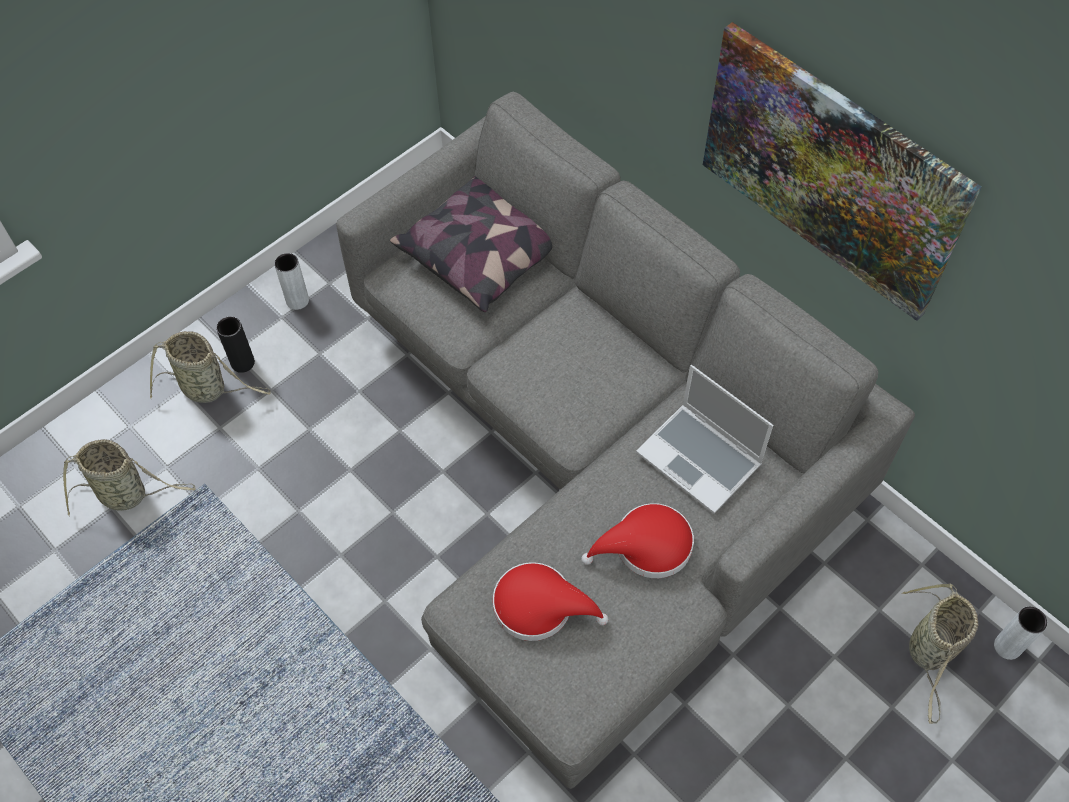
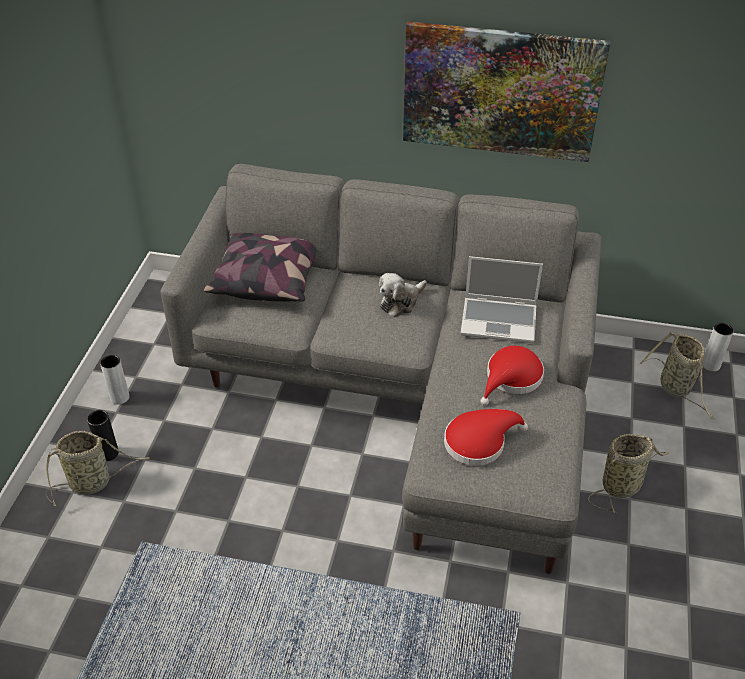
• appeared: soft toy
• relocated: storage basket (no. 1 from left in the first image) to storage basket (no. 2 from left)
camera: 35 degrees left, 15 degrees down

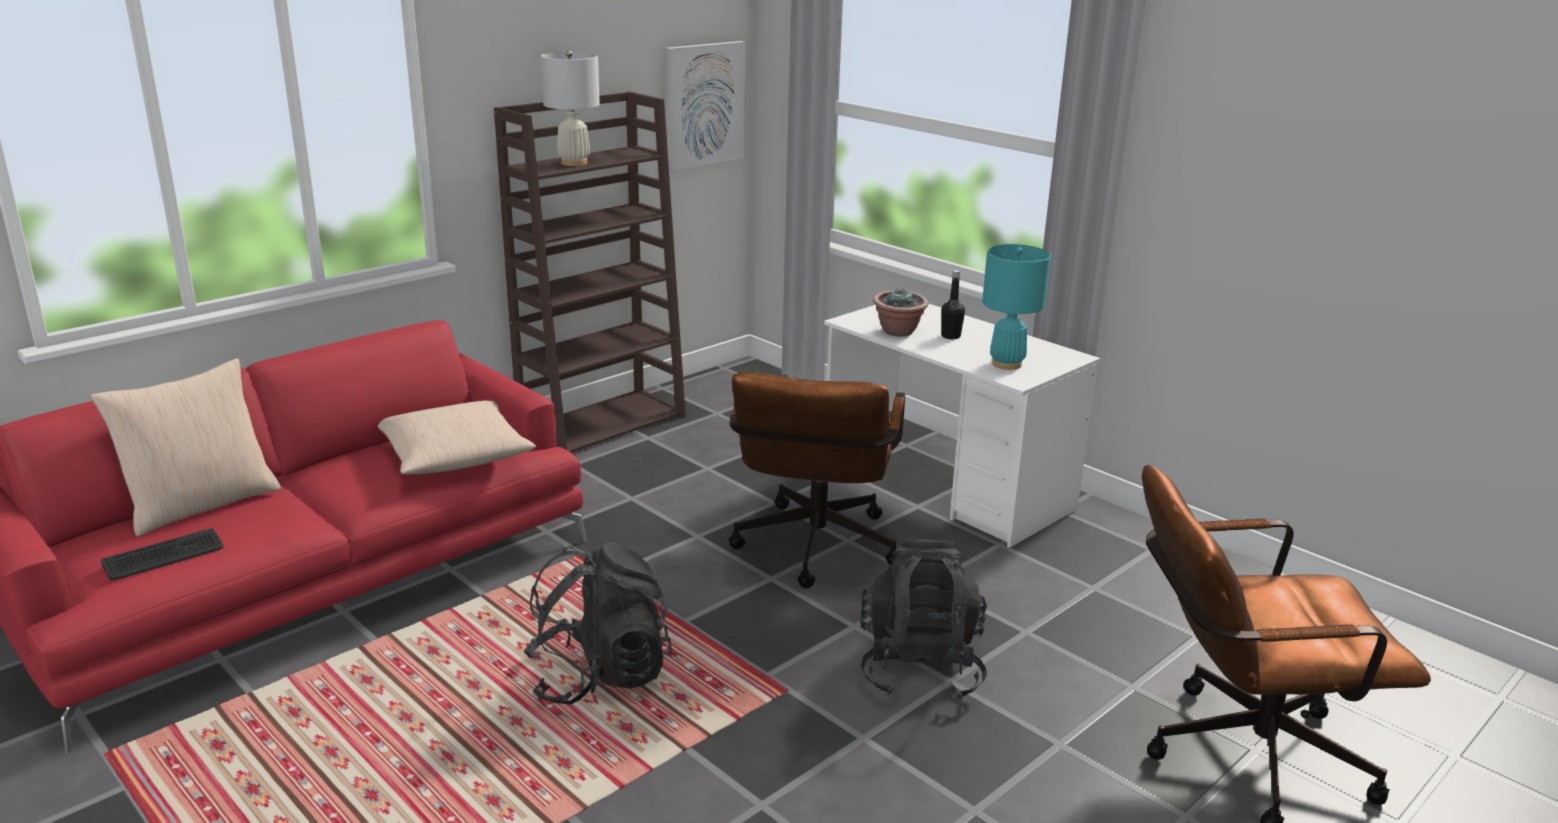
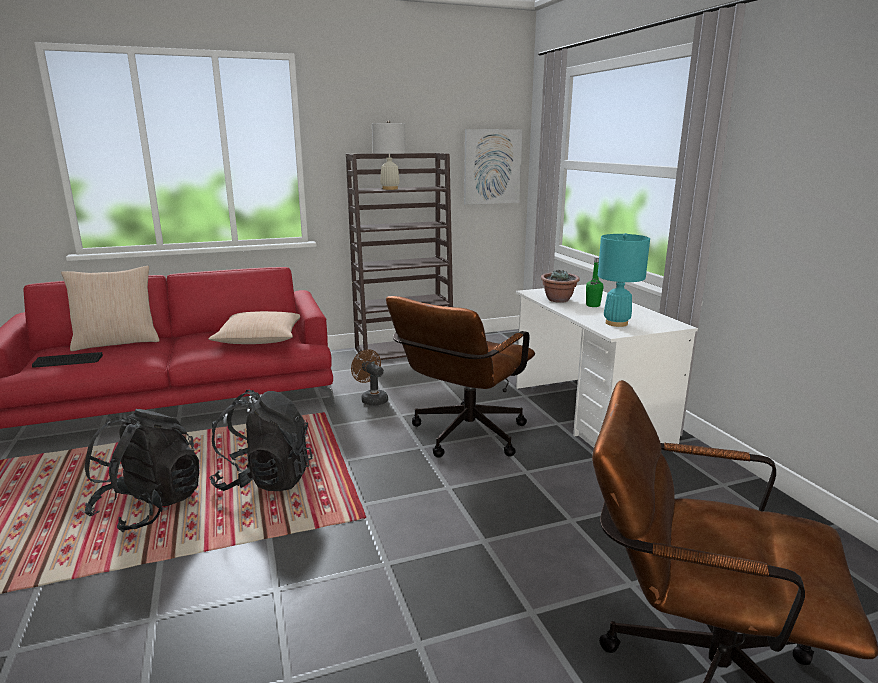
• relocated: backpack/black (no. 2 from left in the first image) to backpack/black (no. 1 from left)
• appeared: fan/brown
• colour: beverage bottle/black to beverage bottle/green
camera: 25 degrees right, 5 degrees down

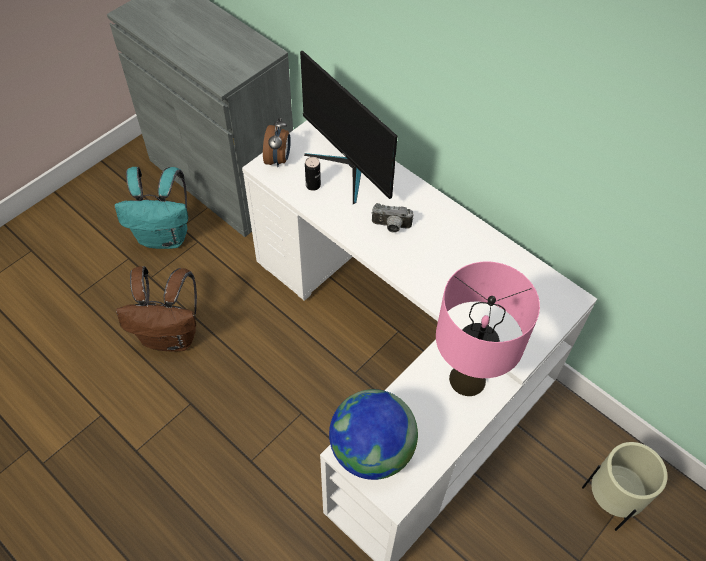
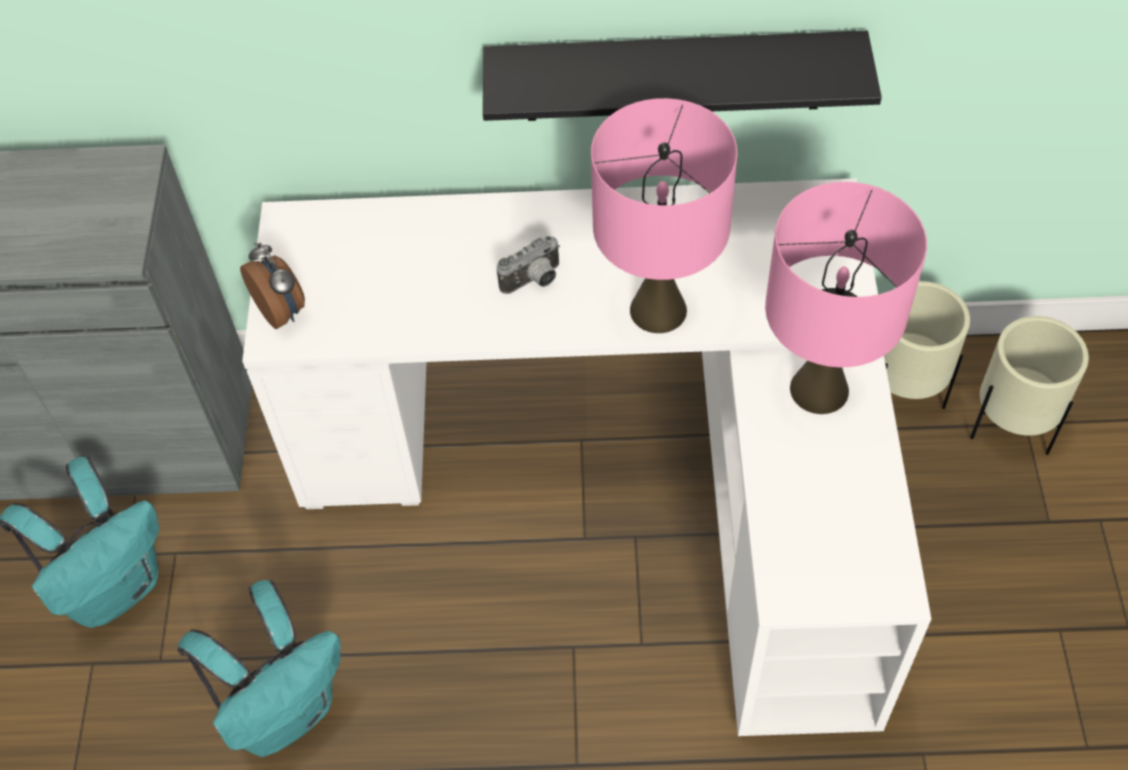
• colour: backpack/brown to backpack/turquoise-coloured (no. 2 from left)
• appeared: wall shelf/black
• appeared: tabletop lamp/pinkish (no. 1 from left)
• appeared: planter/beige-coloured (no. 1 from left)
• missing: computer screen
• missing: can
• missing: world globe
camera: 40 degrees left, 0 degrees up

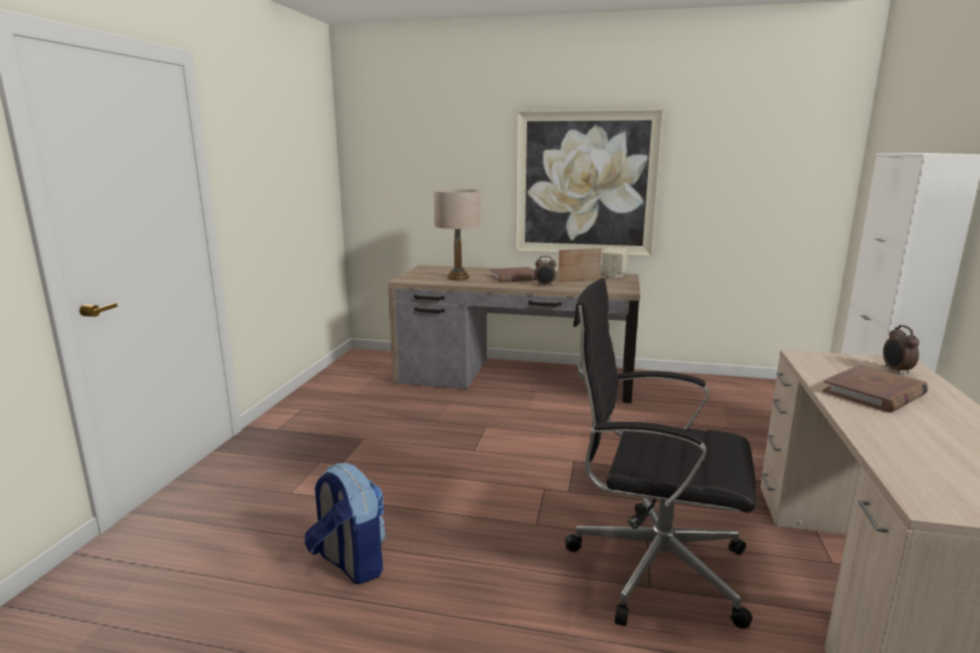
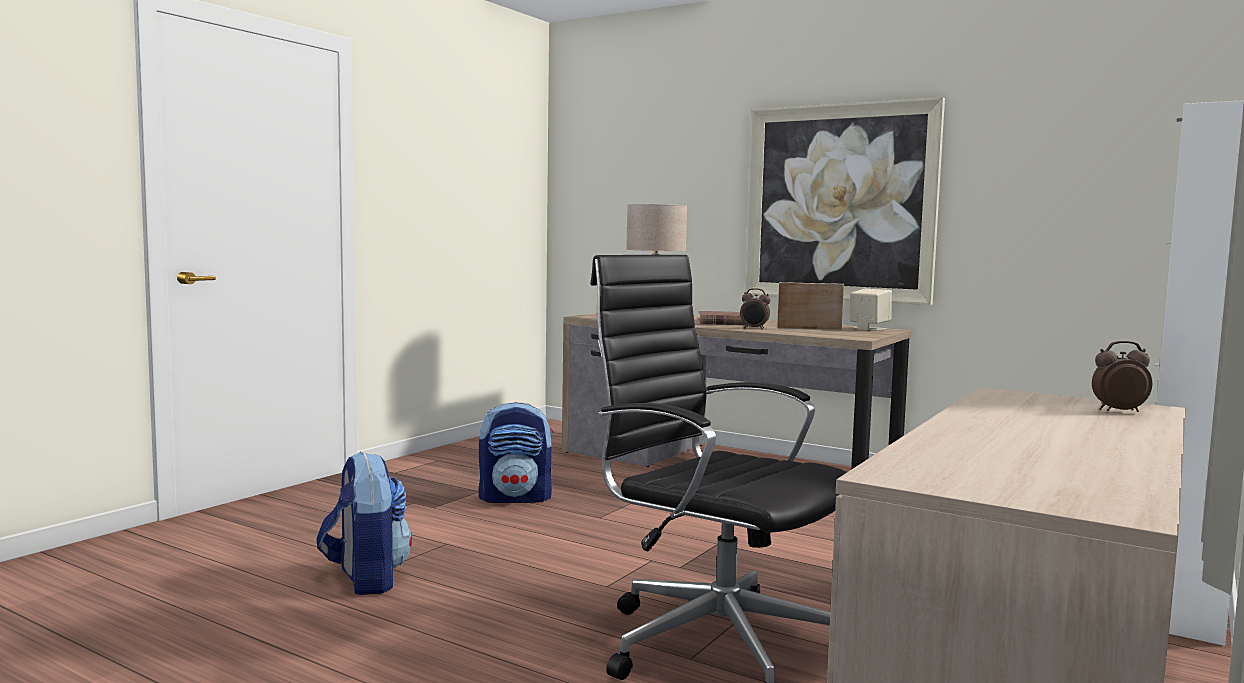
• appeared: backpack (no. 2 from left)
• spun: alarm clock (no. 2 from left) 75 degrees clockwise
• missing: bound book/brown (no. 2 from left)
camera: 20 degrees right, 10 degrees down

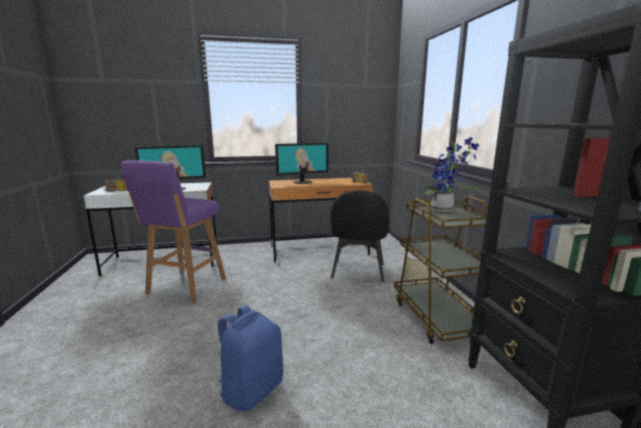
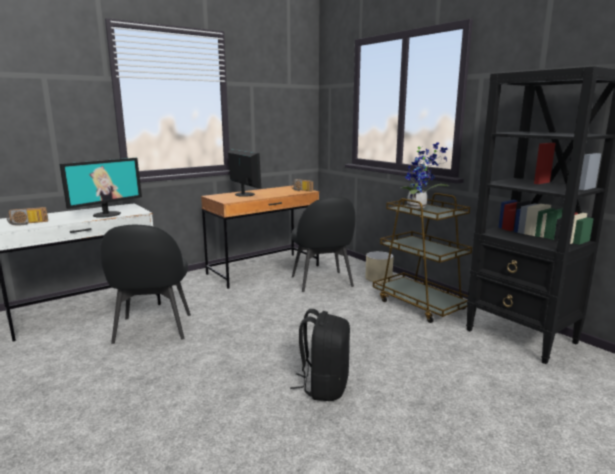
• exchanged: stool seat/purple to upright chair/black (no. 1 from left)
• spun: computer screen (no. 2 from left) 75 degrees counterclockwise
• colour: backpack/bluish to backpack/black
camera: 25 degrees left, 0 degrees up

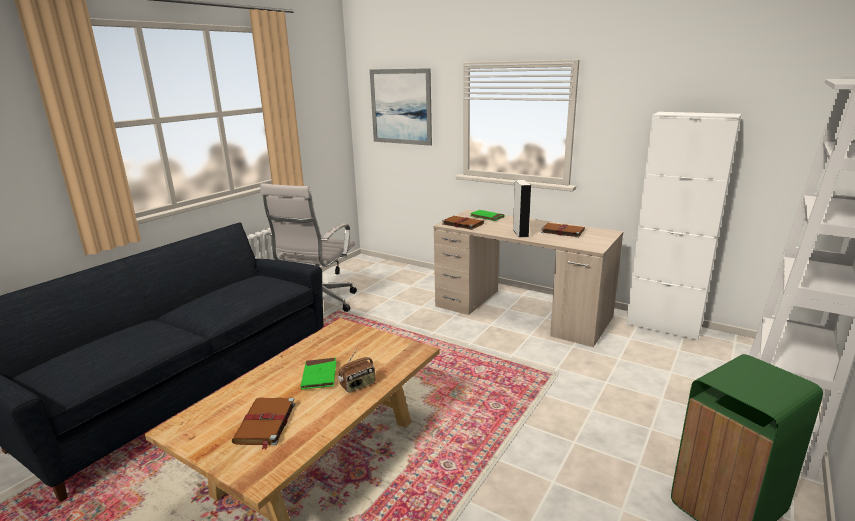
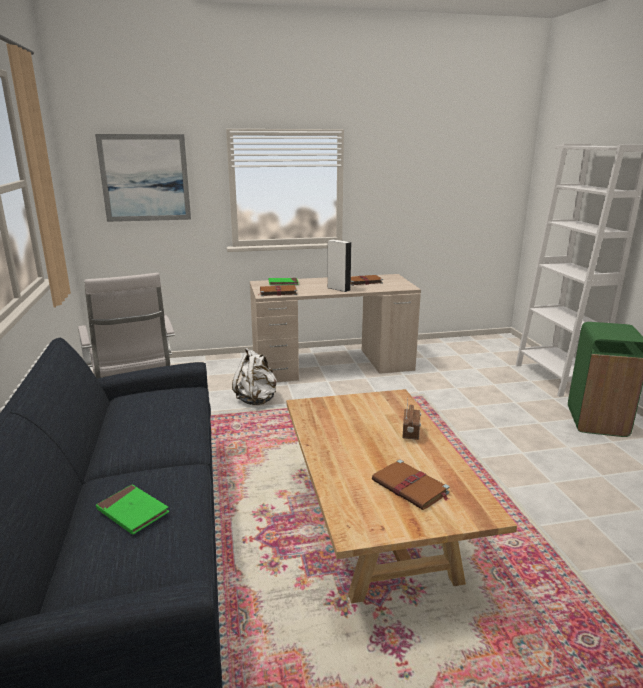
• relocated: bound book/green (no. 1 from left)
• appeared: backpack/whitish
• missing: storage cabinet/whitish
camera: 45 degrees left, 0 degrees up

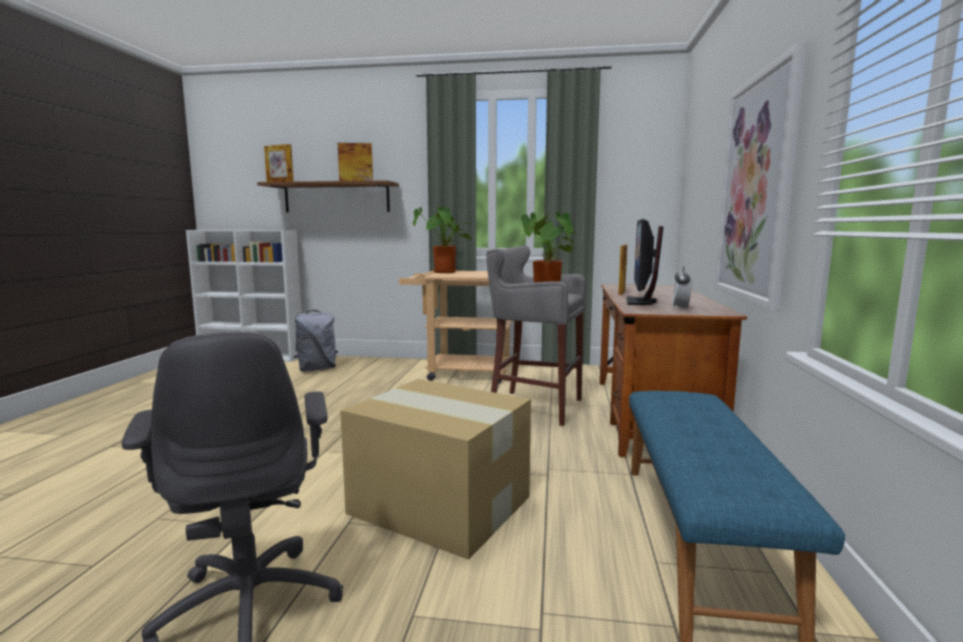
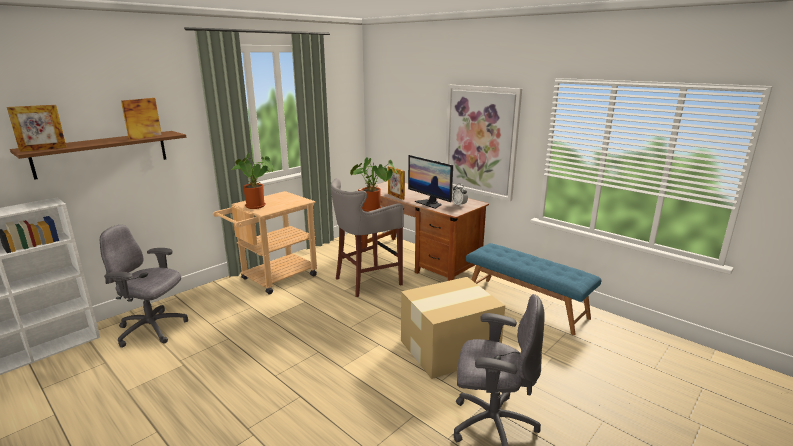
• exchanged: backpack/gray to computer chair/gray (no. 1 from left)
camera: 55 degrees left, 10 degrees up

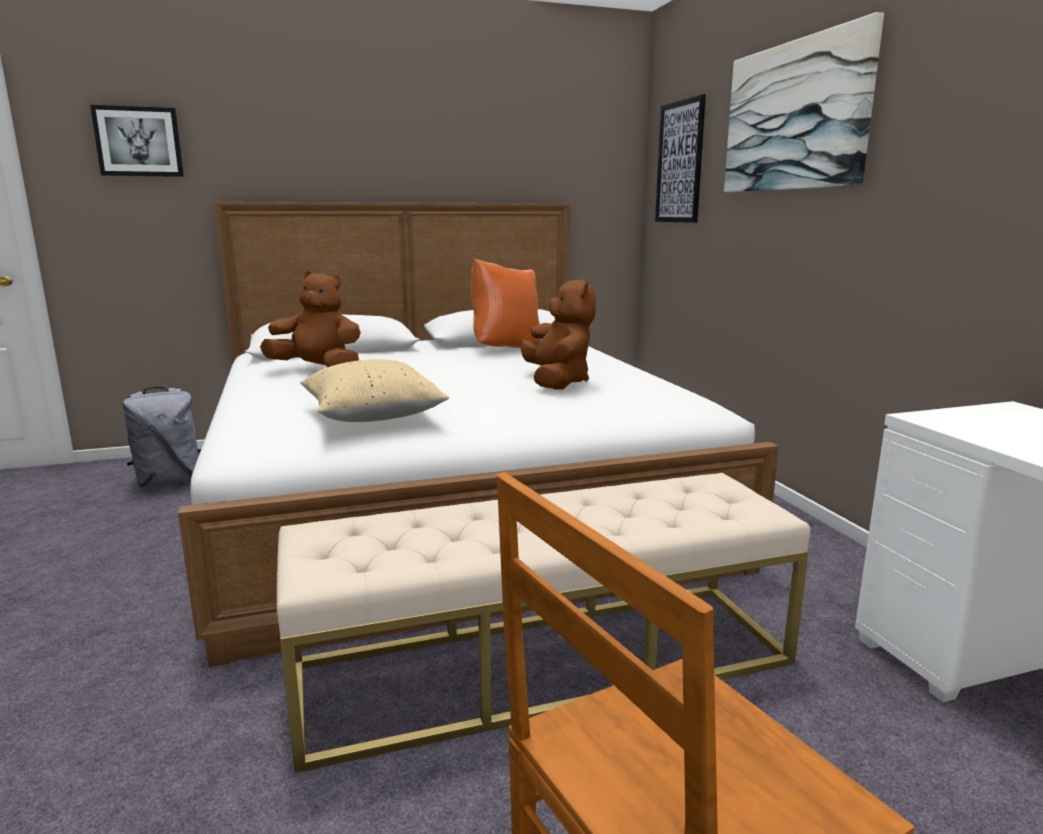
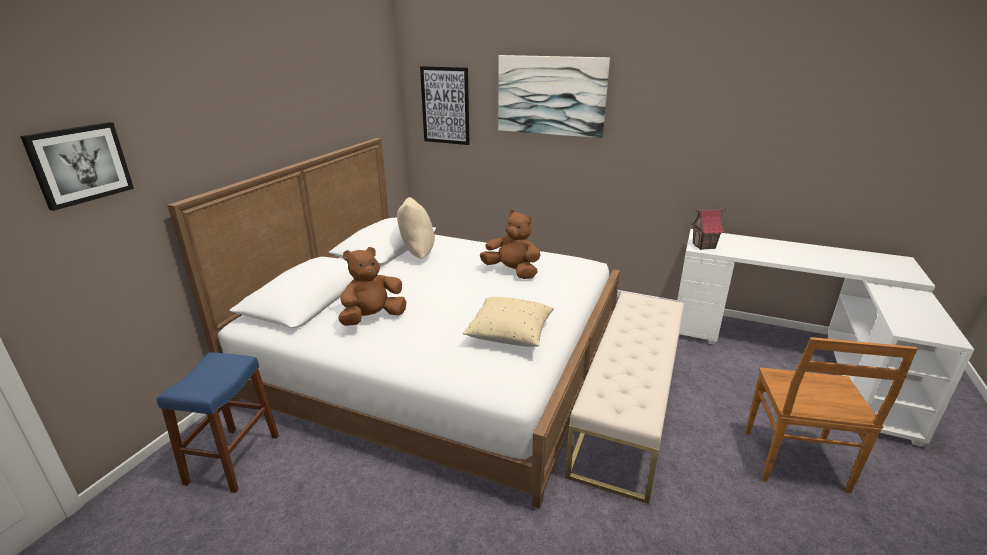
• exchanged: backpack/gray to stool seat/bluish
• colour: cushion/orange to cushion/beige-coloured (no. 1 from left)
• appeared: toy house
camera: 50 degrees left, 10 degrees up

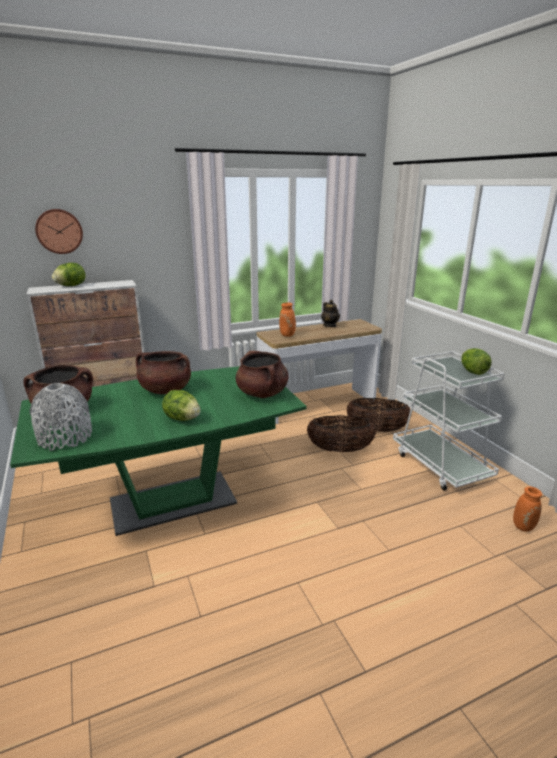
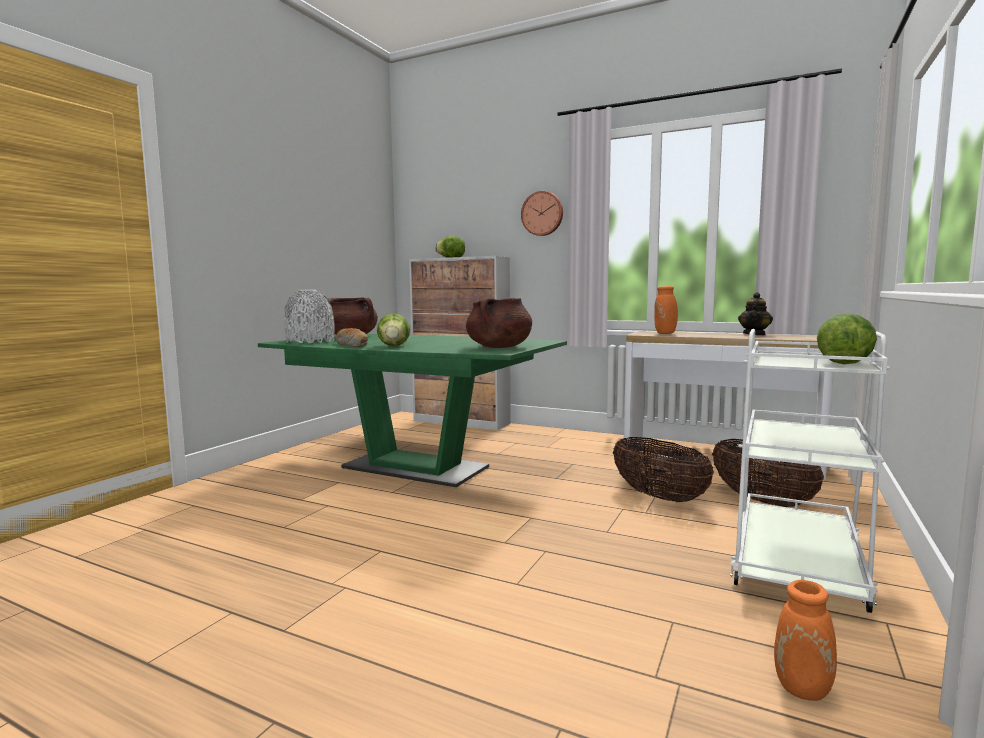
• appeared: bread
• relocated: hanging clock
• missing: saucepot/brown (no. 2 from left)
camera: 50 degrees right, 15 degrees down

